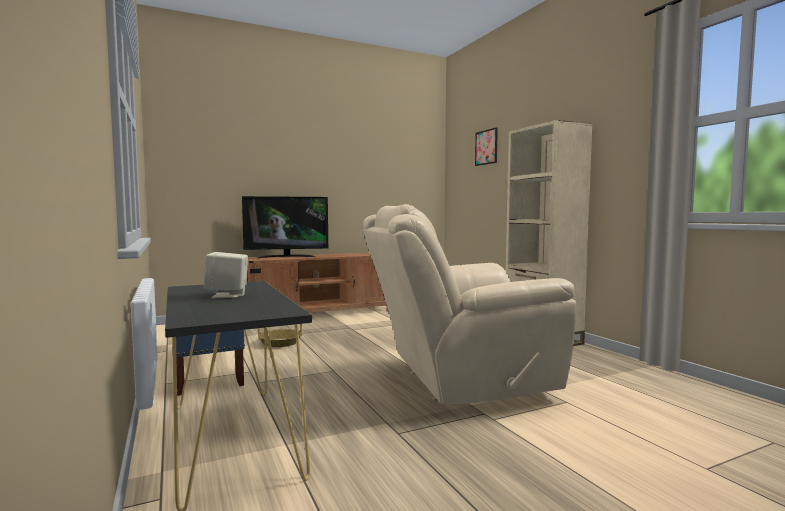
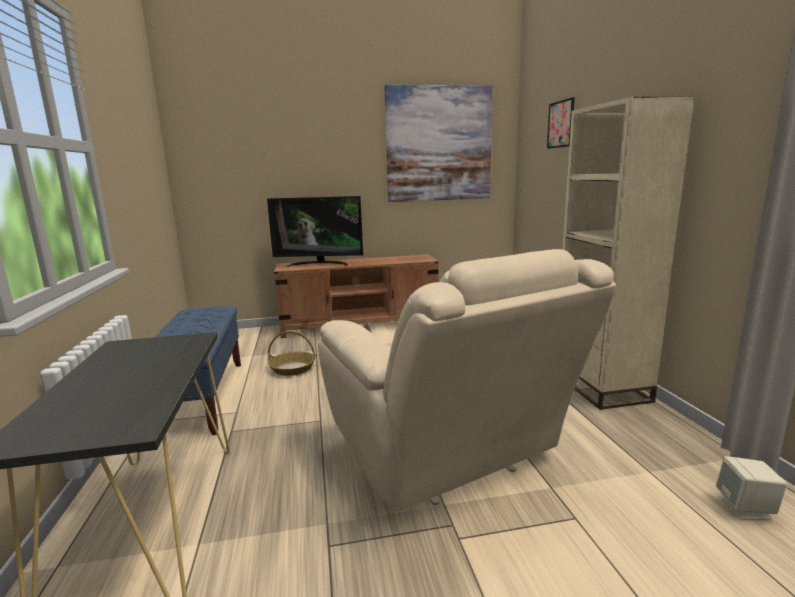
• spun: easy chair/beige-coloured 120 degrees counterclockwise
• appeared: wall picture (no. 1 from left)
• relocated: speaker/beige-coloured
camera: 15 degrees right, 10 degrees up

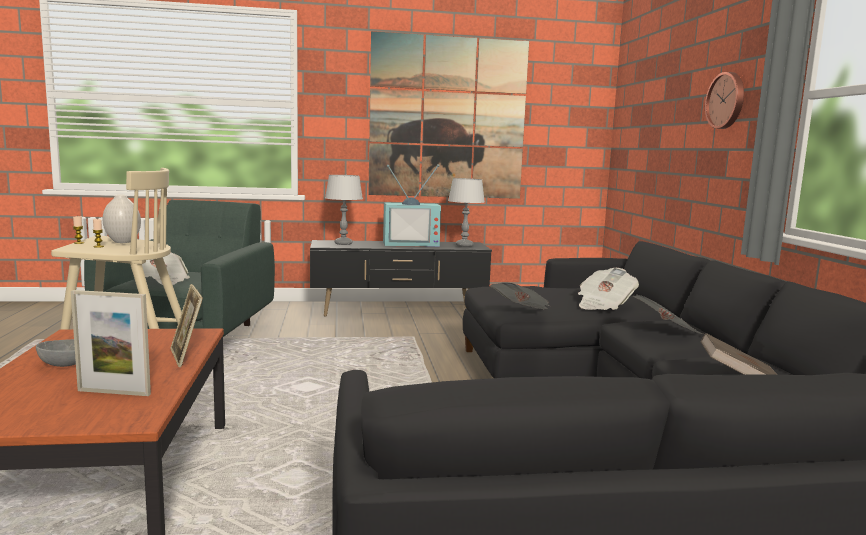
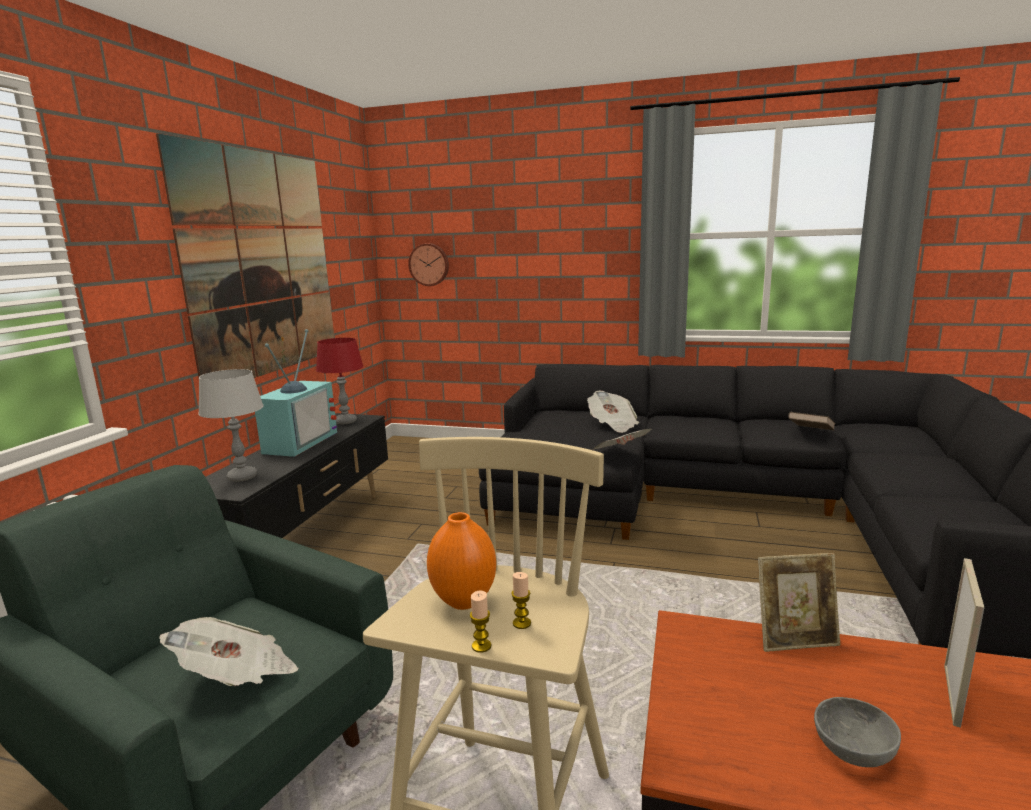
• colour: tabletop lamp/gray (no. 2 from left) to tabletop lamp/red
• relocated: hanging clock
• colour: vase/whitish to vase/orange
• missing: newspaper (no. 4 from left)
camera: 65 degrees left, 5 degrees up

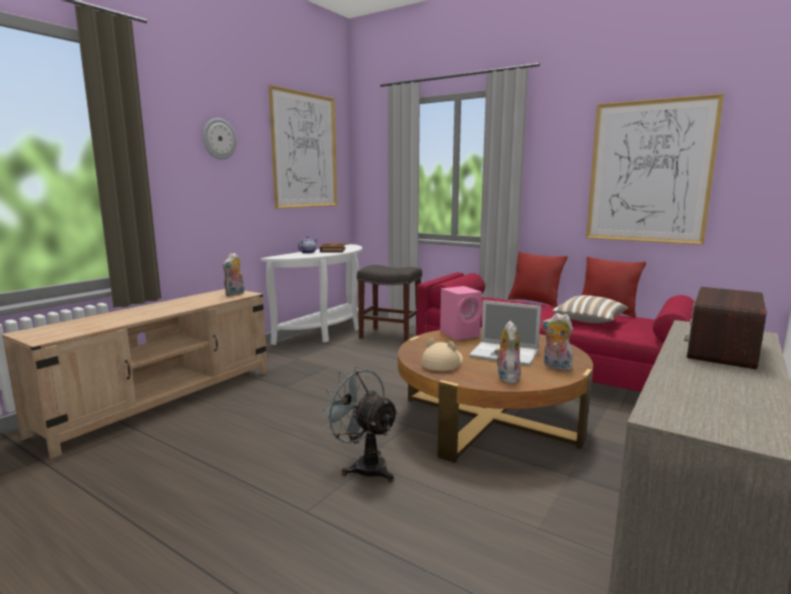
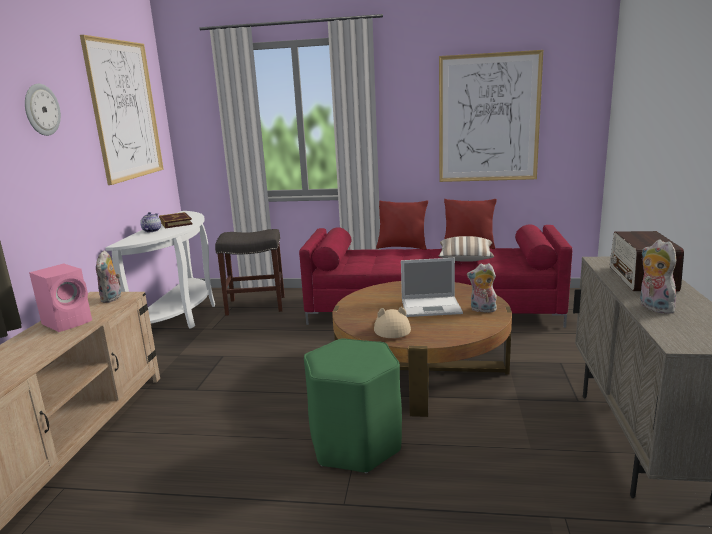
• relocated: speaker/pinkish
• exchanged: fan/gray to stool seat/green
• relocated: soft toy (no. 2 from left in the first image) to soft toy (no. 3 from left)
camera: 25 degrees left, 5 degrees up

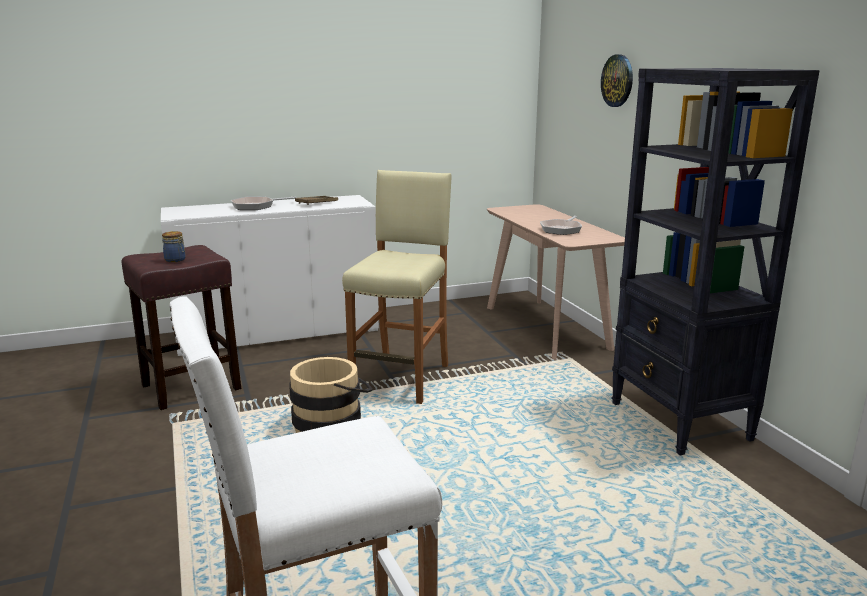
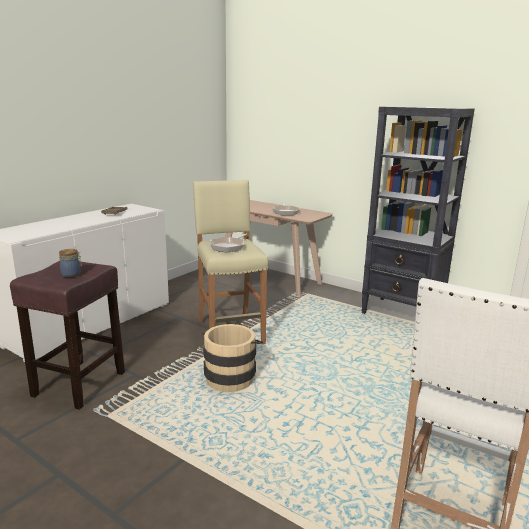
• relocated: skillet (no. 1 from left)
• missing: hanging clock
camera: 35 degrees left, 0 degrees up

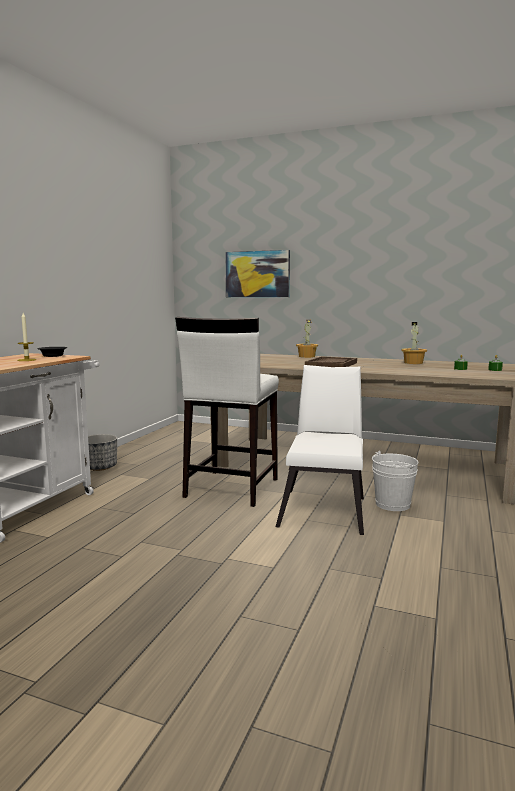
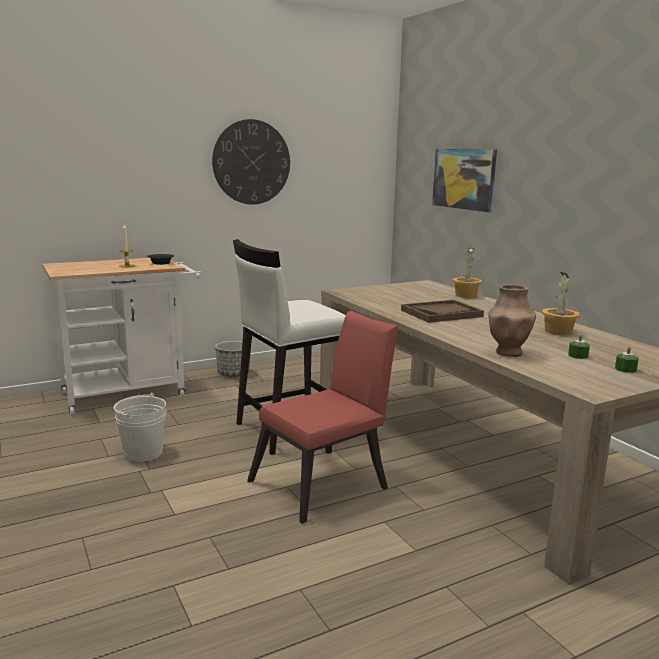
• relocated: pail/whitish
• appeared: hanging clock
• colour: upright chair/whitish to upright chair/red
• appeared: vase/brown
camera: 40 degrees right, 5 degrees up

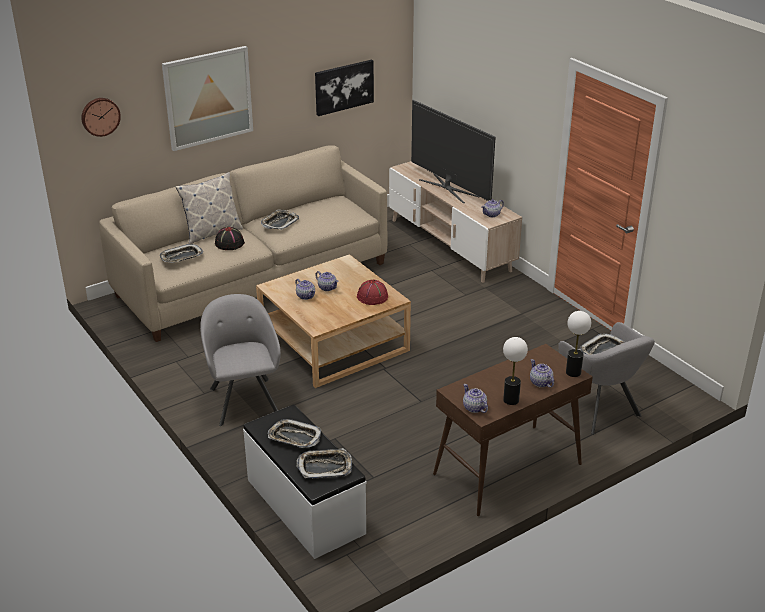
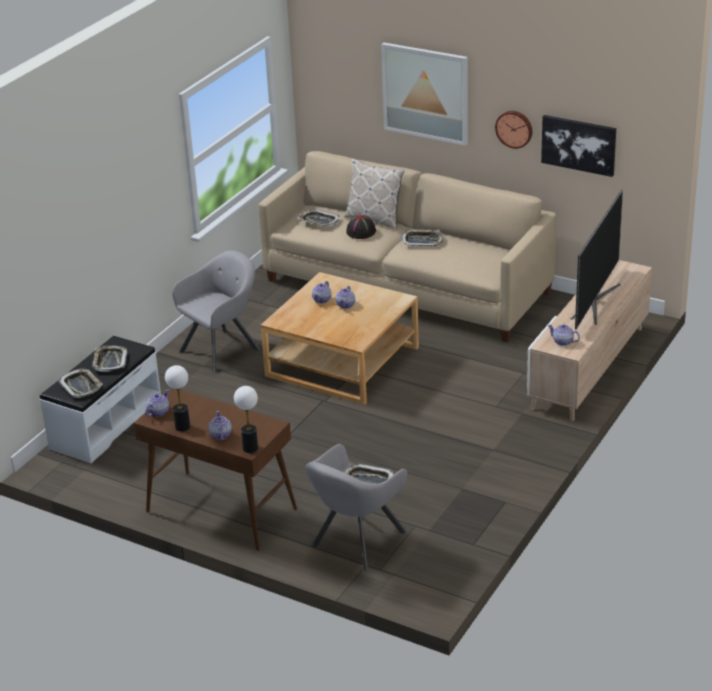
• spun: tea pot (no. 5 from left in the first image) 45 degrees counterclockwise
• relocated: hanging clock
• missing: wearable hat/red
camera: 65 degrees right, 0 degrees up

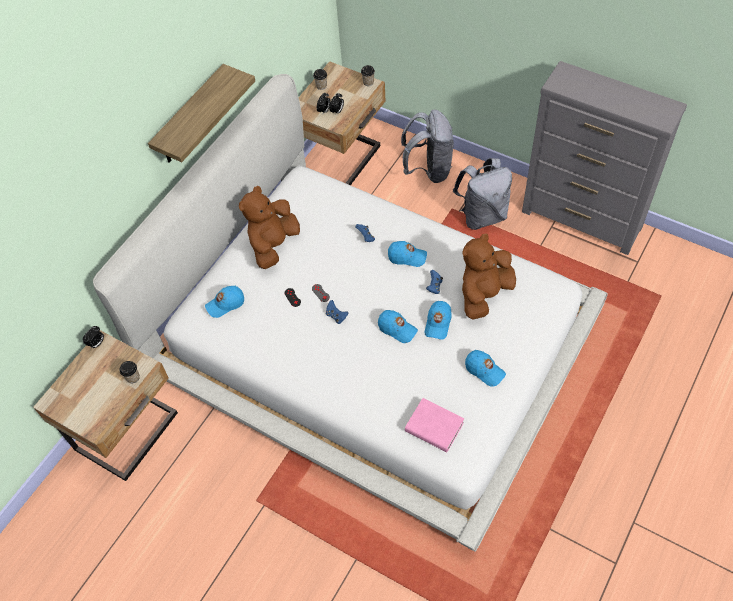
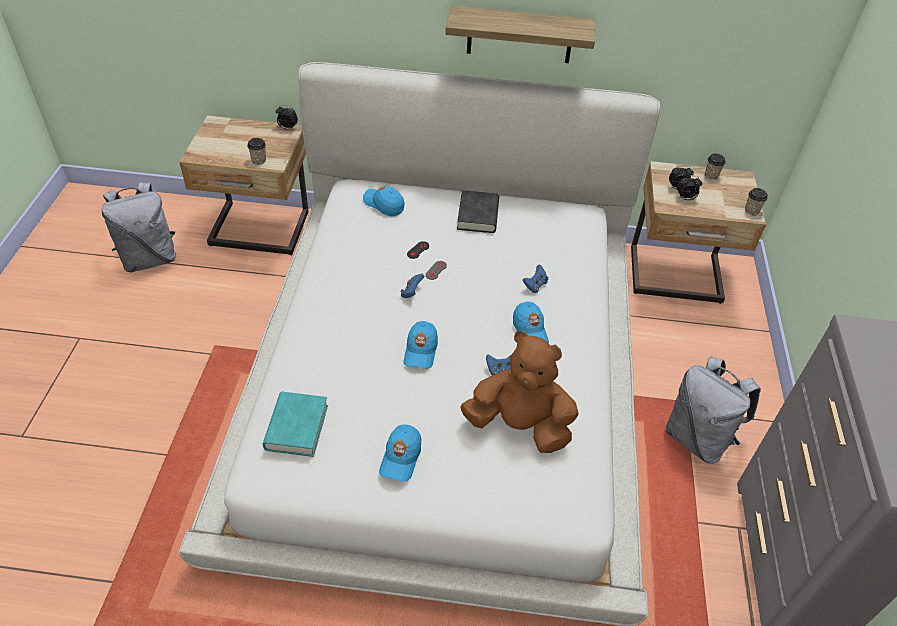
• relocated: backpack/gray (no. 1 from left)
• colour: bound book/pinkish to bound book/turquoise-coloured
• exchanged: soft toy/brown (no. 1 from left) to bound book/black
• missing: baseball cap/bluish (no. 4 from left)
camera: 60 degrees right, 10 degrees down

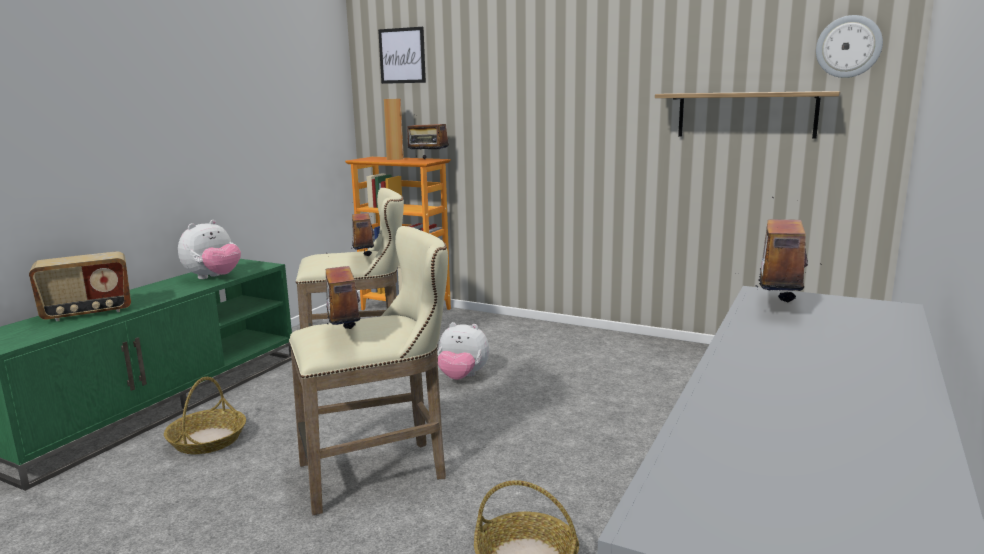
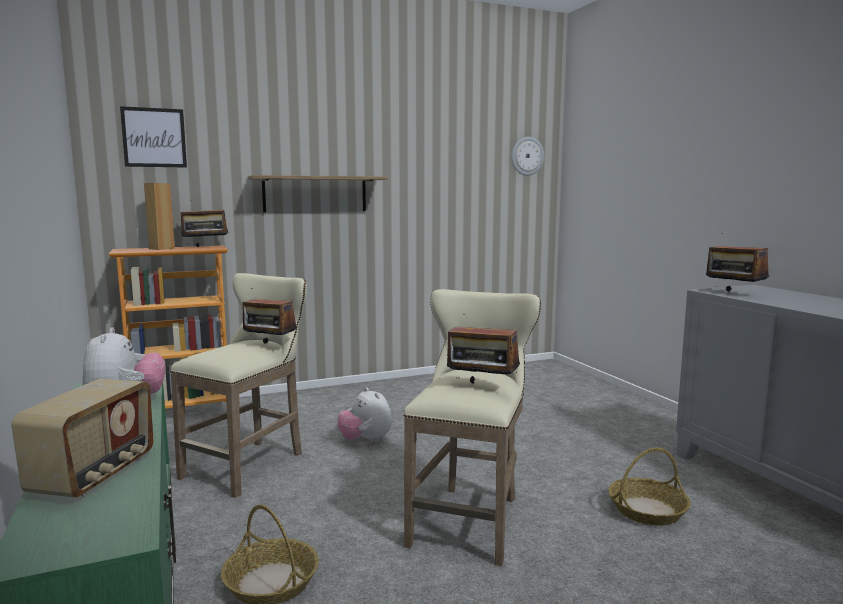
• relocated: wall shelf
• spun: soft toy (no. 2 from left) 90 degrees clockwise
camera: 50 degrees left, 5 degrees down

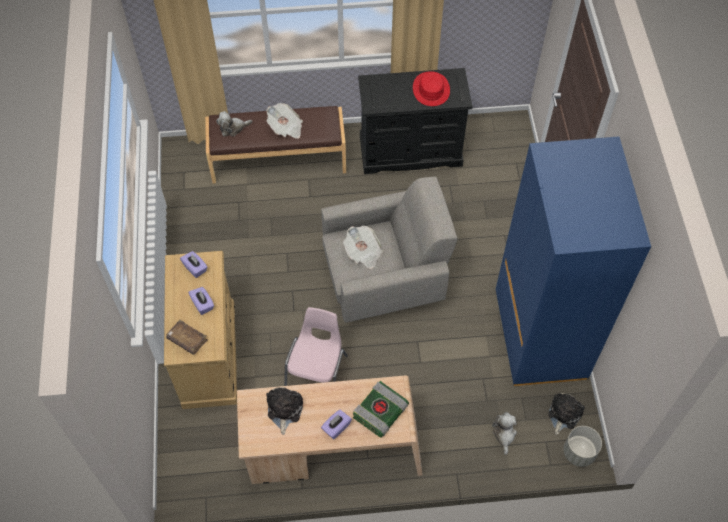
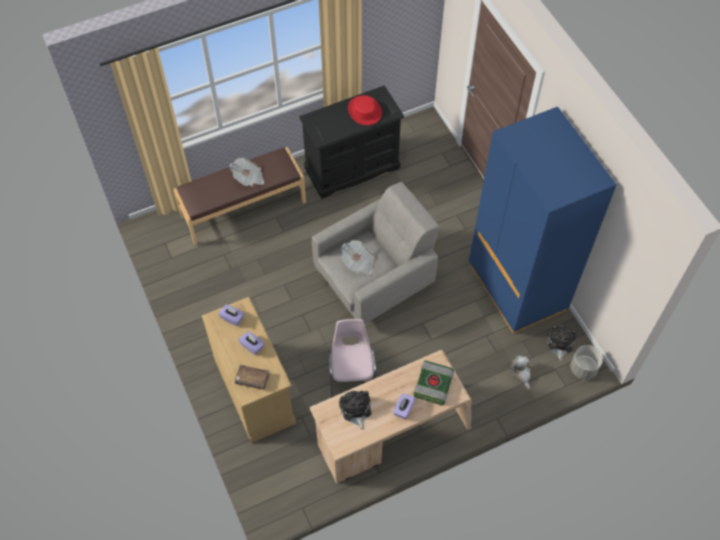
• missing: soft toy (no. 1 from left)
camera: 20 degrees left, 0 degrees up

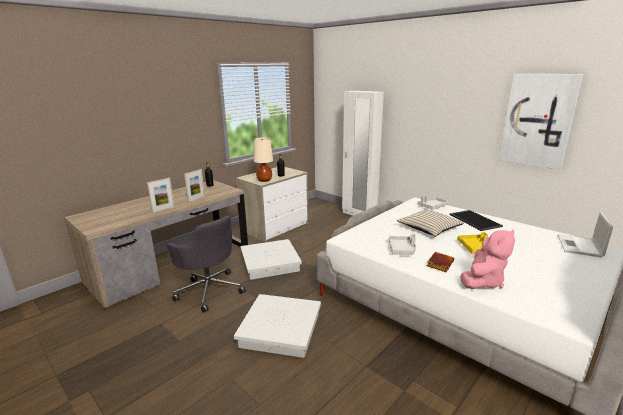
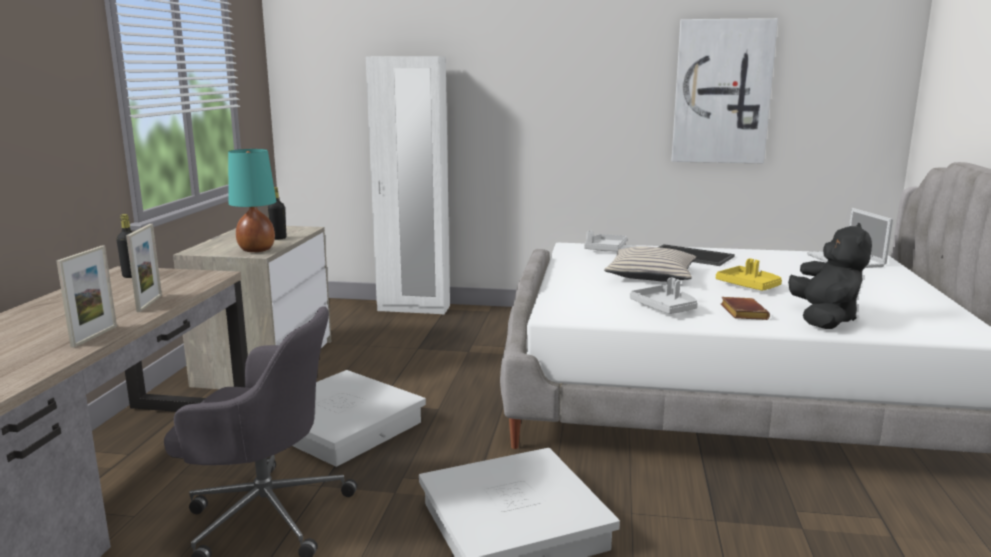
• colour: tabletop lamp/beige-coloured to tabletop lamp/turquoise-coloured
• colour: soft toy/pinkish to soft toy/black
camera: 35 degrees left, 5 degrees down

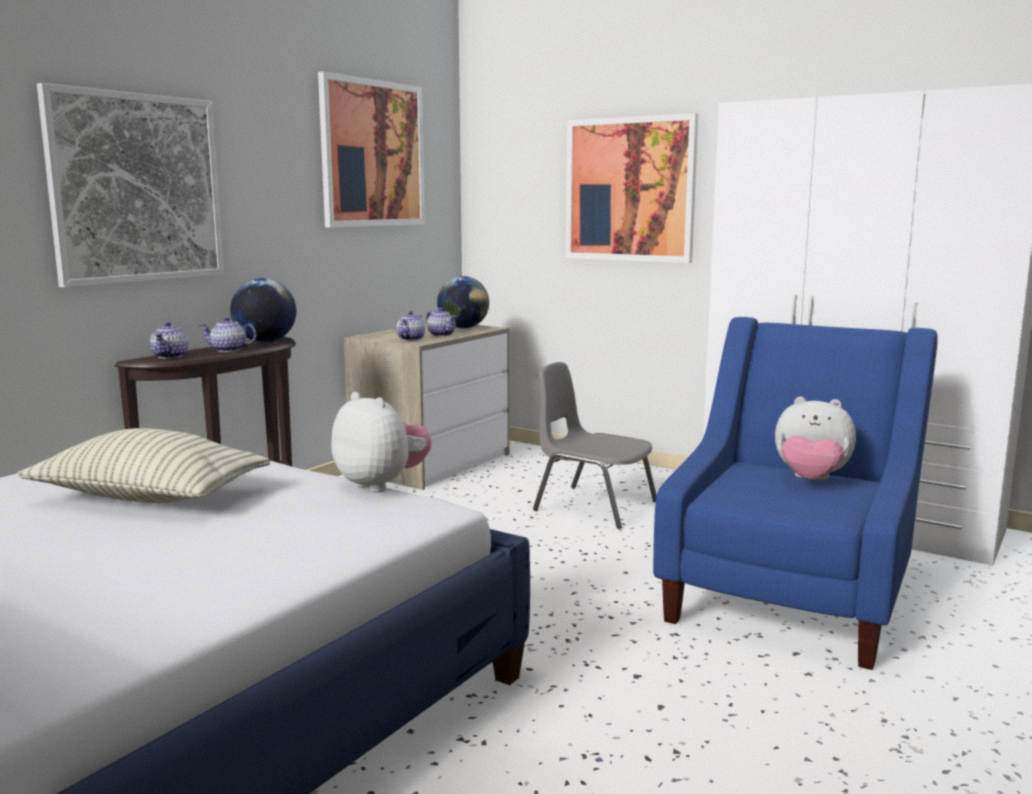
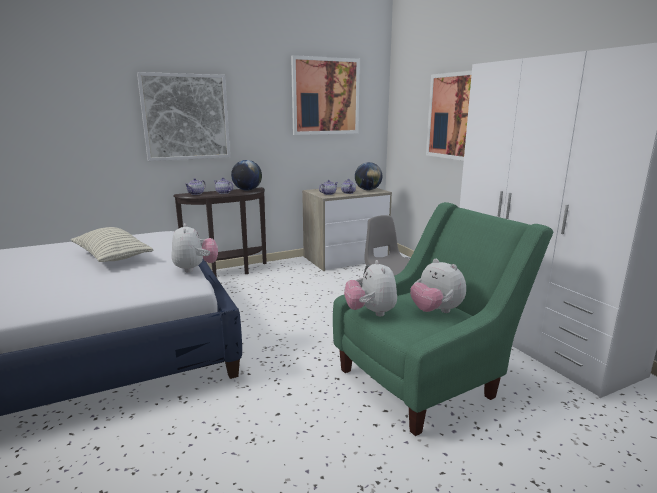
• colour: easy chair/bluish to easy chair/green
• appeared: soft toy (no. 2 from left)
camera: 30 degrees right, 5 degrees up

